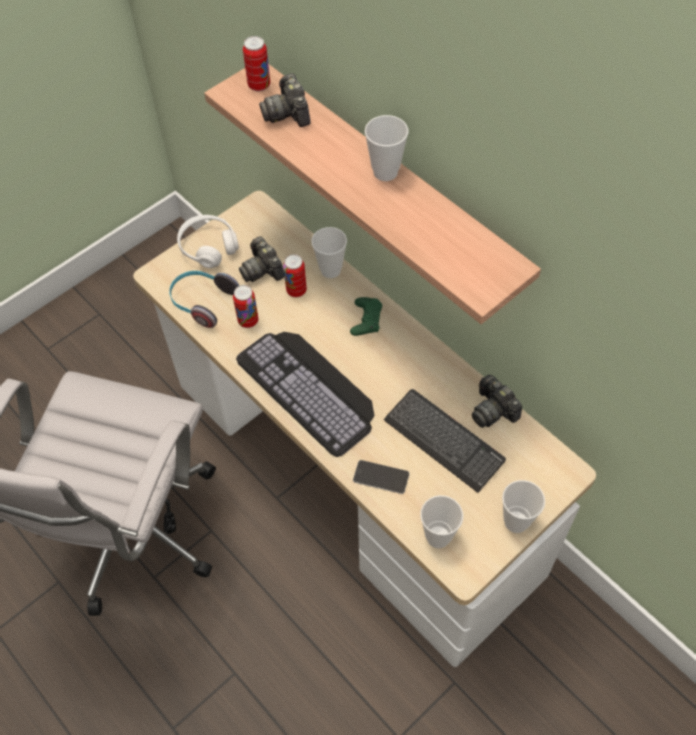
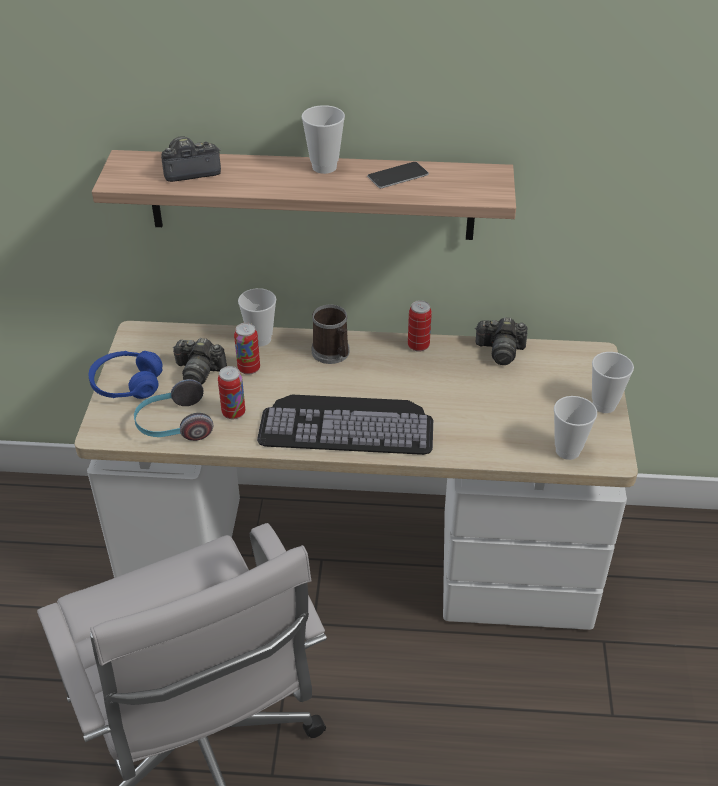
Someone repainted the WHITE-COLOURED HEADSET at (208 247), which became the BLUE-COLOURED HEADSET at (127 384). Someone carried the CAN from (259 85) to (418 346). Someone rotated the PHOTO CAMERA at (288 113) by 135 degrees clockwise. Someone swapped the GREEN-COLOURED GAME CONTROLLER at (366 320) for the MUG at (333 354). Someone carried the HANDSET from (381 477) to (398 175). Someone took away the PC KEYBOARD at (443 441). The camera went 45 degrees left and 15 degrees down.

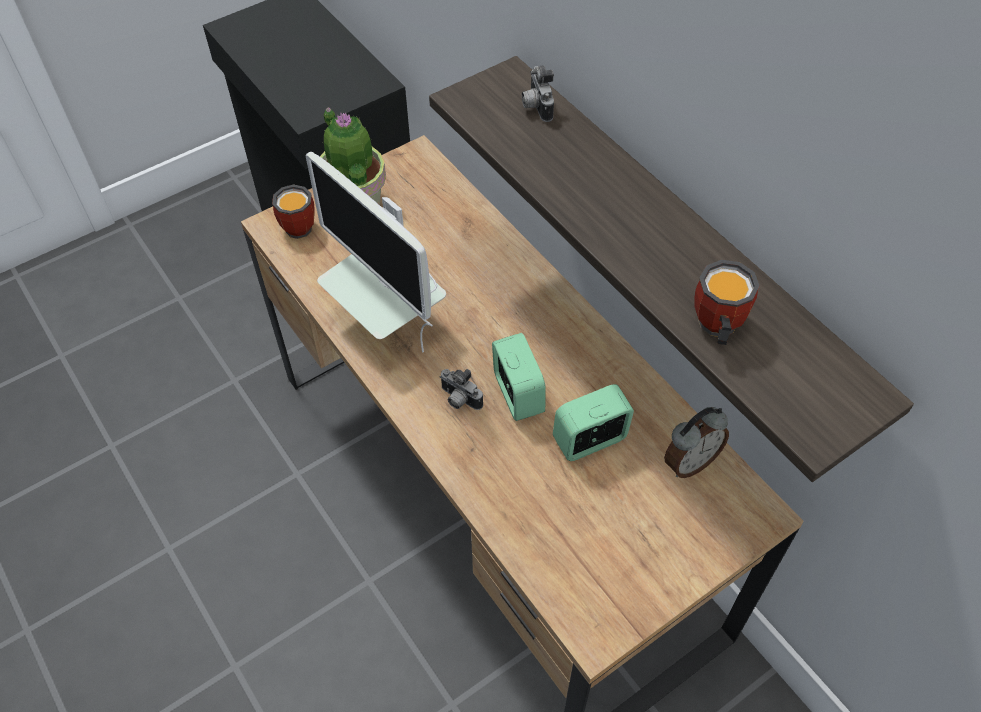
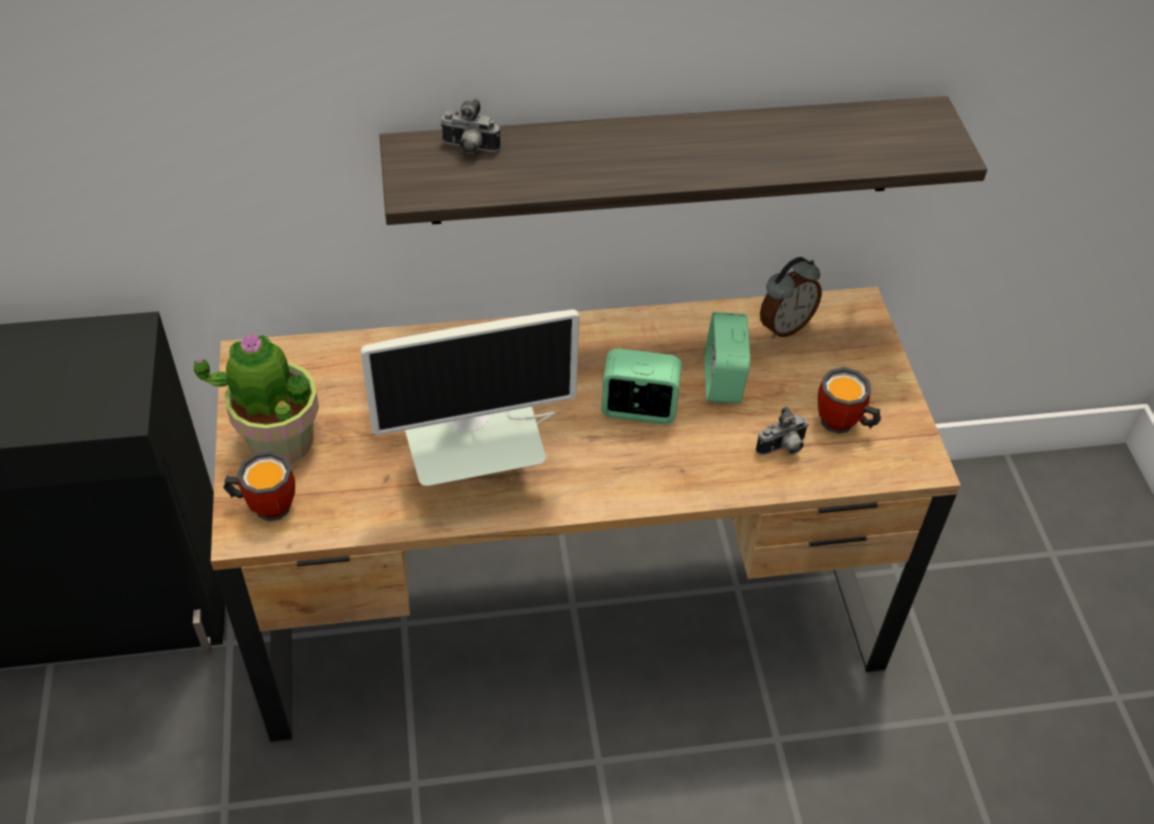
Someone carried the PHOTO CAMERA from (459 400) to (783 448). Someone rotated the TABLE CLOCK at (689 462) by 60 degrees clockwise. Someone carried the MUG from (714 328) to (841 425). The camera went 65 degrees left and 5 degrees down.

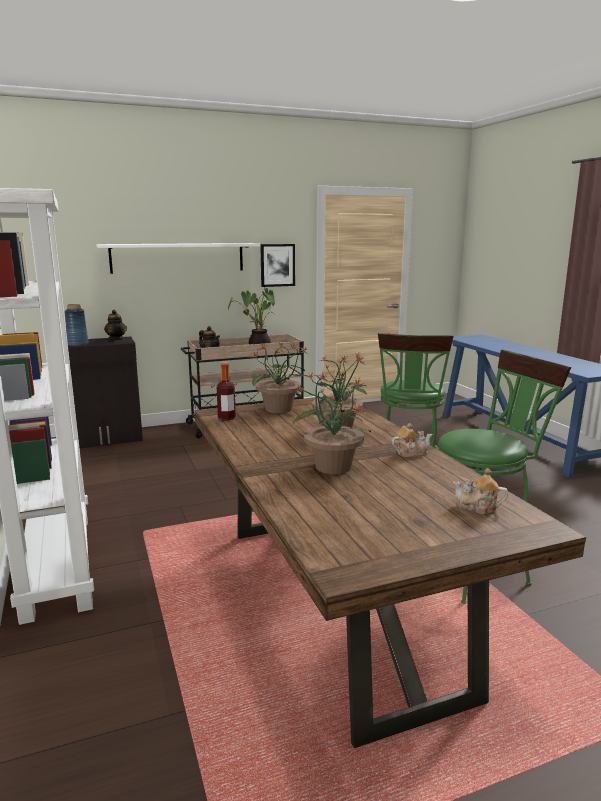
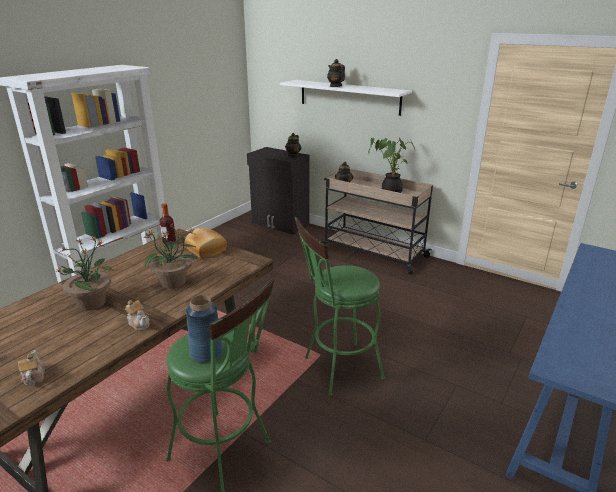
Someone carried the BLUE-COLOURED FLOWER VASE from (78 344) to (206 353). Someone swapped the HOUSEPLANT at (279 409) for the BAKED BREAD at (205 250). Someone took away the PICTURE at (277 265). Someone put down the TEAPOT at (335 86). The camera went 55 degrees right and 10 degrees up.

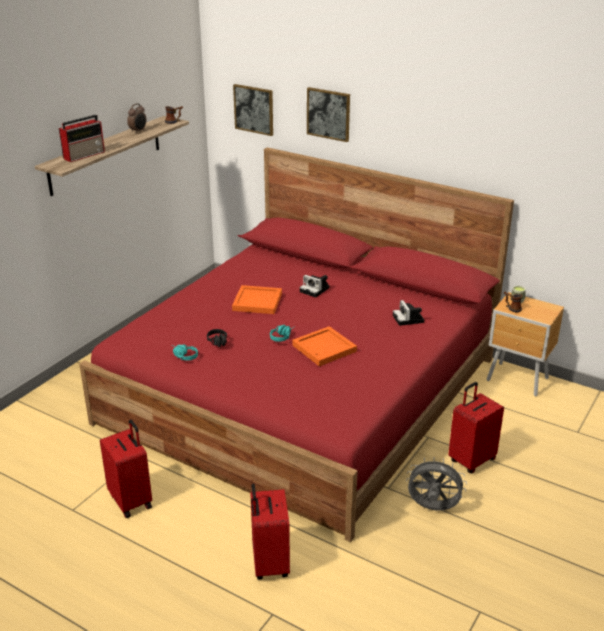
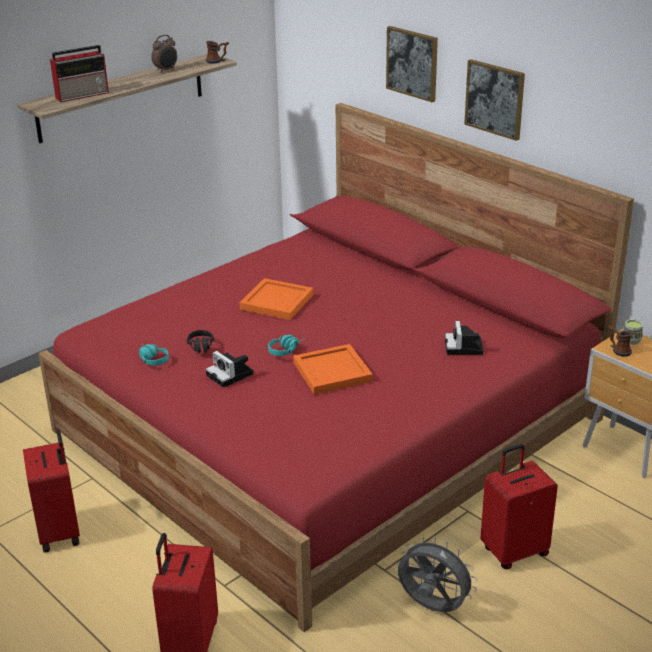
Someone carried the PICTURE from (254 109) to (495 99). Someone carried the PHOTO CAMERA from (315 290) to (231 375). The camera went 15 degrees right and 0 degrees up.

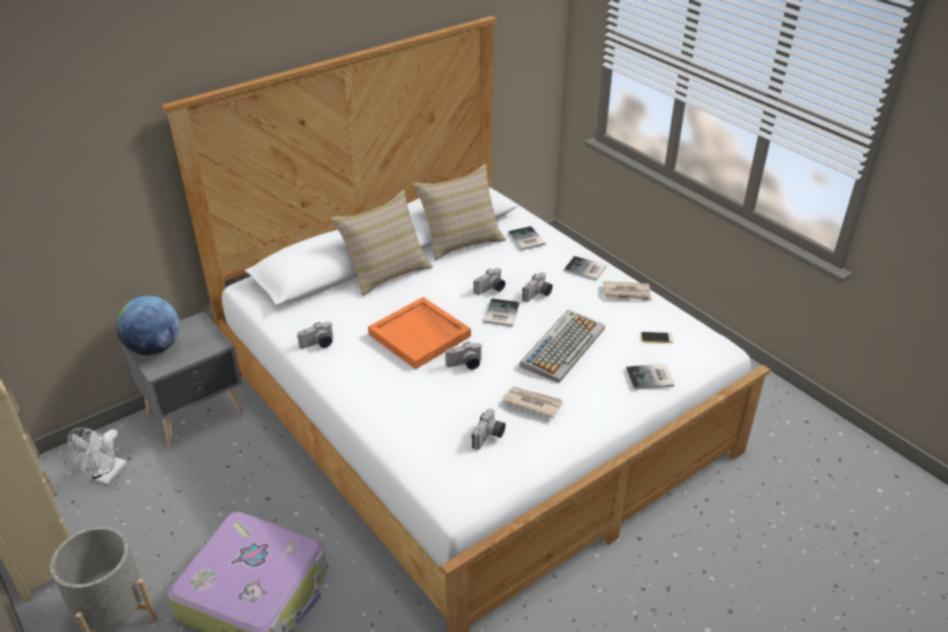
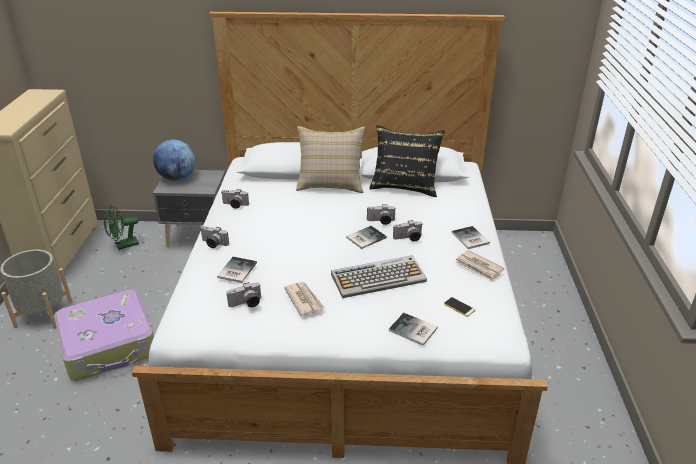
Someone repainted the WHITE-COLOURED ELECTRIC FAN at (106 476), which became the GREEN-COLOURED ELECTRIC FAN at (123 245). Someone took away the ORANGE TRAY at (420 335). Someone repainted the BEIGE-COLOURED CUSHION at (461 240), which became the BLACK CUSHION at (405 185). Someone carried the PHOTO CAMERA from (465 365) to (213 244). Someone carried the VOLUME from (526 239) to (235 270). The camera went 40 degrees right and 5 degrees down.

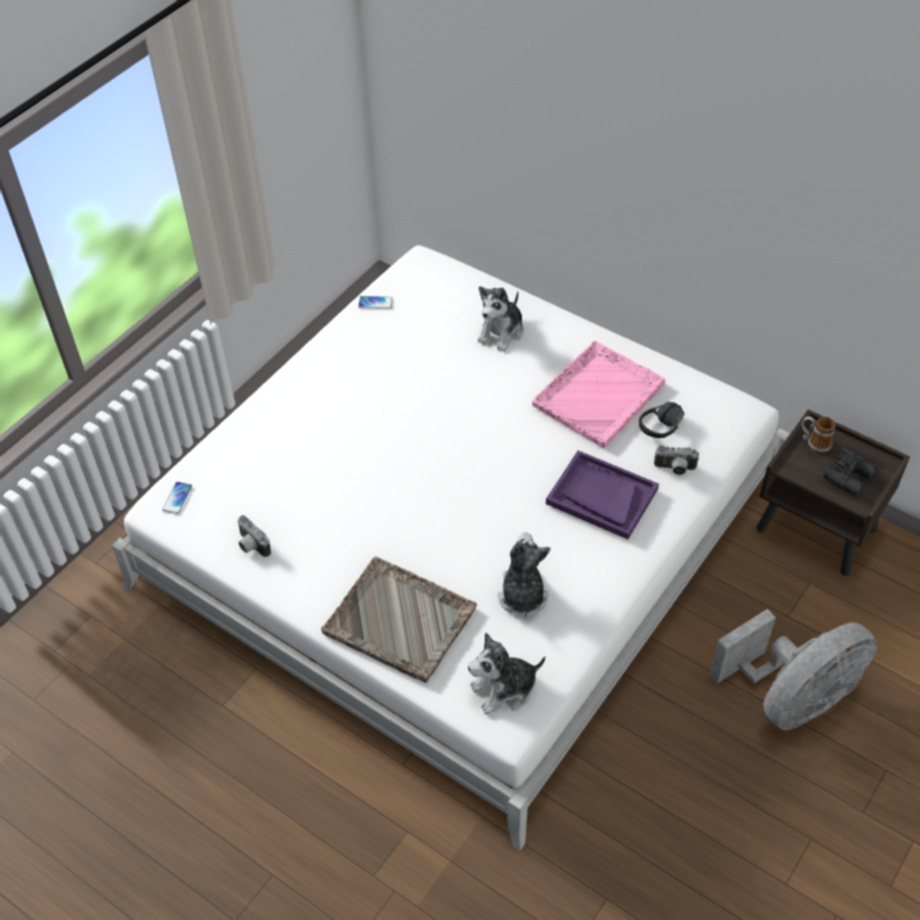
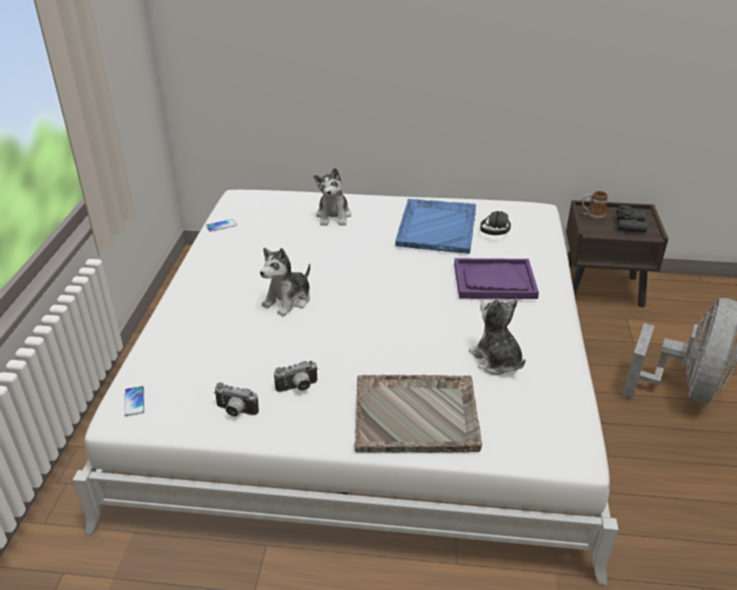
Someone carried the SOFT TOY from (504 689) to (288 300). Someone repainted the PINKISH TRAY at (599 394), which became the BLUE-COLOURED TRAY at (437 227). Someone carried the PHOTO CAMERA from (675 469) to (298 388). The camera went 30 degrees left and 15 degrees down.

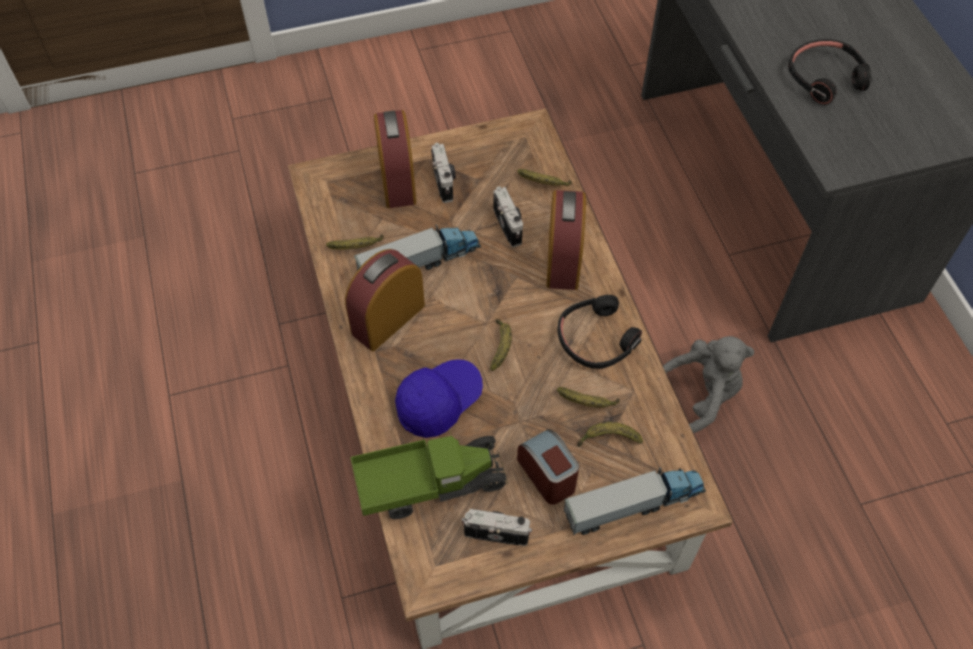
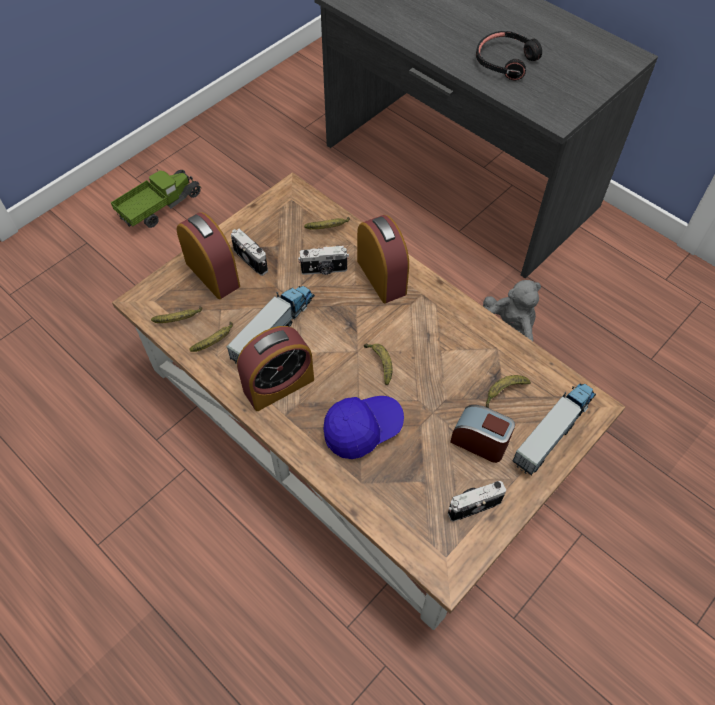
Someone rotated the TABLE CLOCK at (388 319) by 135 degrees counterclockwise. Someone carried the TOY LORRY from (429 483) to (160 207). Someone rotated the BLUE-COLOURED CAP at (438 402) by 45 degrees clockwise. Someone rotated the PHOTO CAMERA at (509 225) by 135 degrees clockwise. Someone carried the BANANA from (587 403) to (179 320). Someone took away the BLACK HEADSET at (596 339). The camera went 30 degrees left and 0 degrees up.

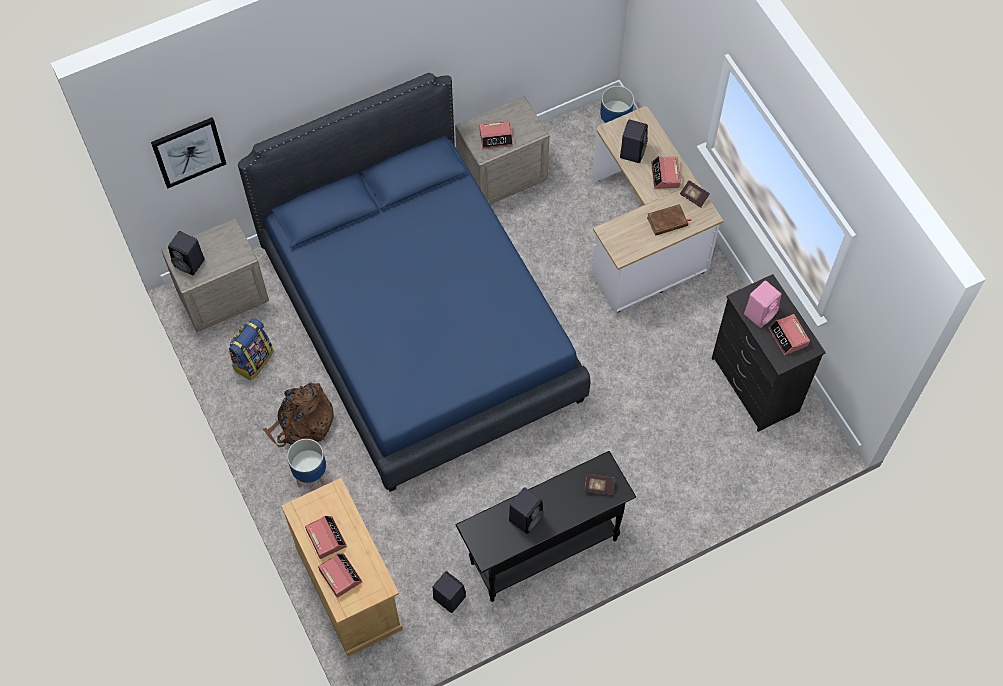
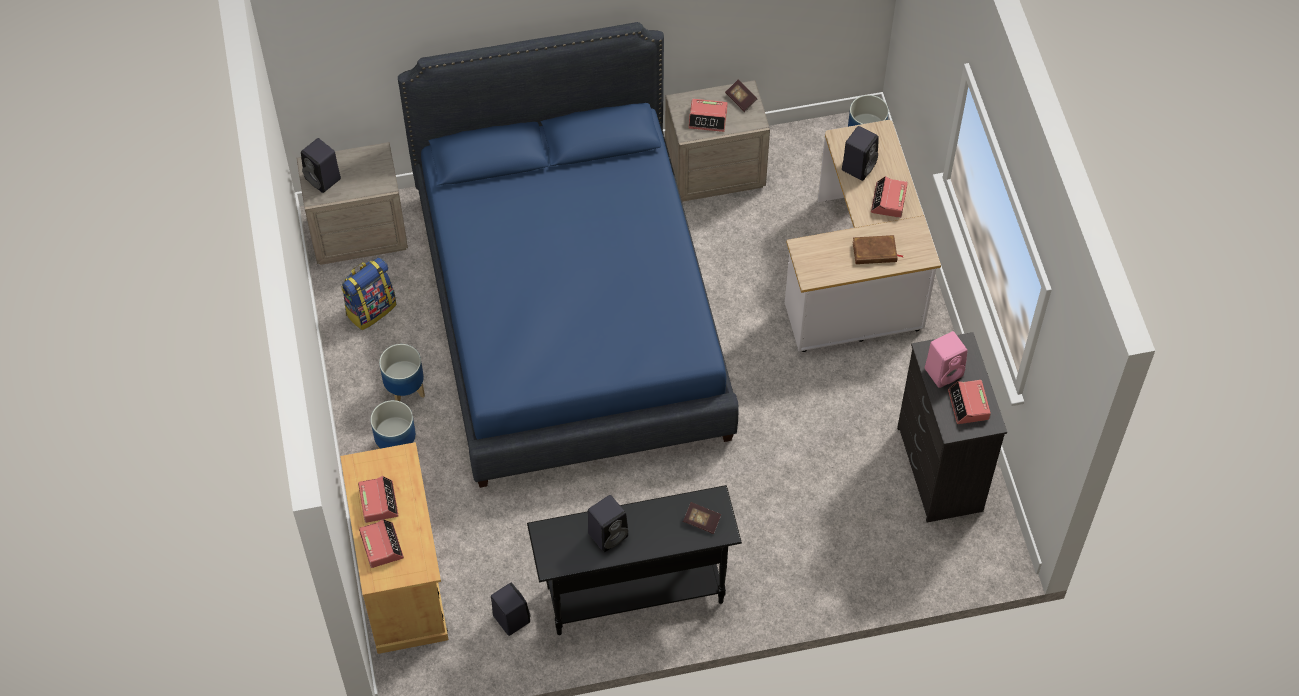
Someone took away the PICTURE at (188 152). Someone swapped the BROWN-COLOURED RUCKSACK at (302 423) for the FLOWER POT at (405 390). Someone carried the VOLUME from (694 197) to (741 99). The camera went 15 degrees right and 5 degrees down.

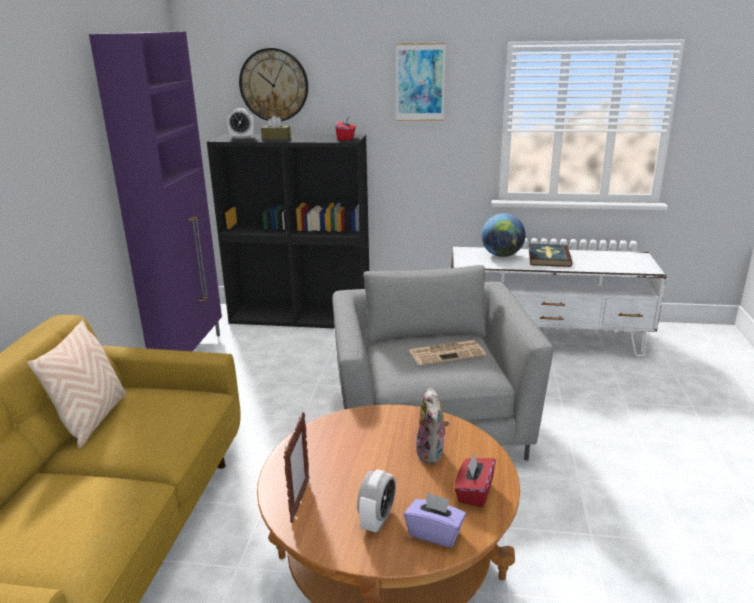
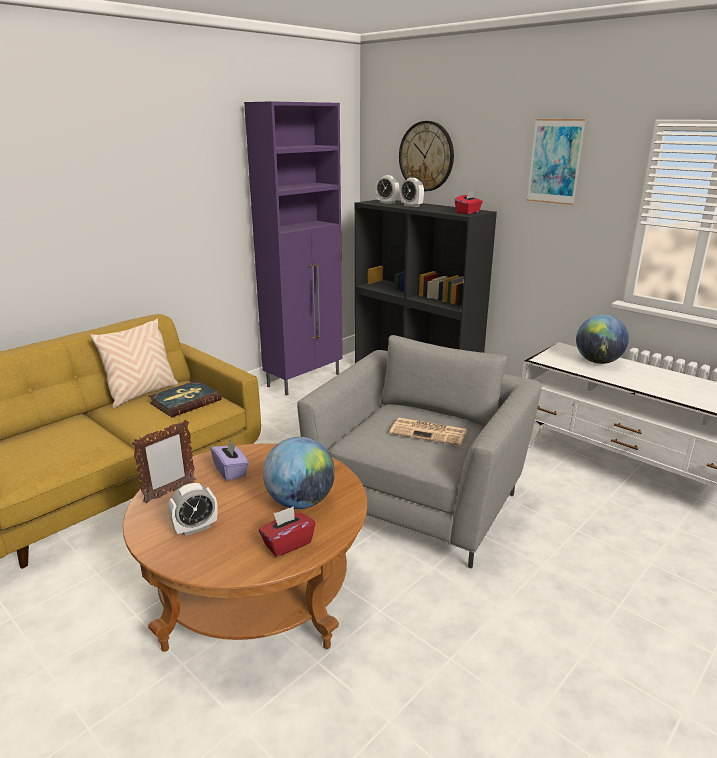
Someone swapped the BROWN-COLOURED TISSUE HOLDER at (276 138) for the TABLE CLOCK at (411 206). Someone carried the PURPLE-COLOURED TISSUE HOLDER from (435 533) to (231 471). Someone swapped the SOFT TOY at (432 453) for the DESK GLOBE at (300 502). Someone carried the VOLUME from (548 258) to (185 401). The camera went 35 degrees right and 0 degrees up.

